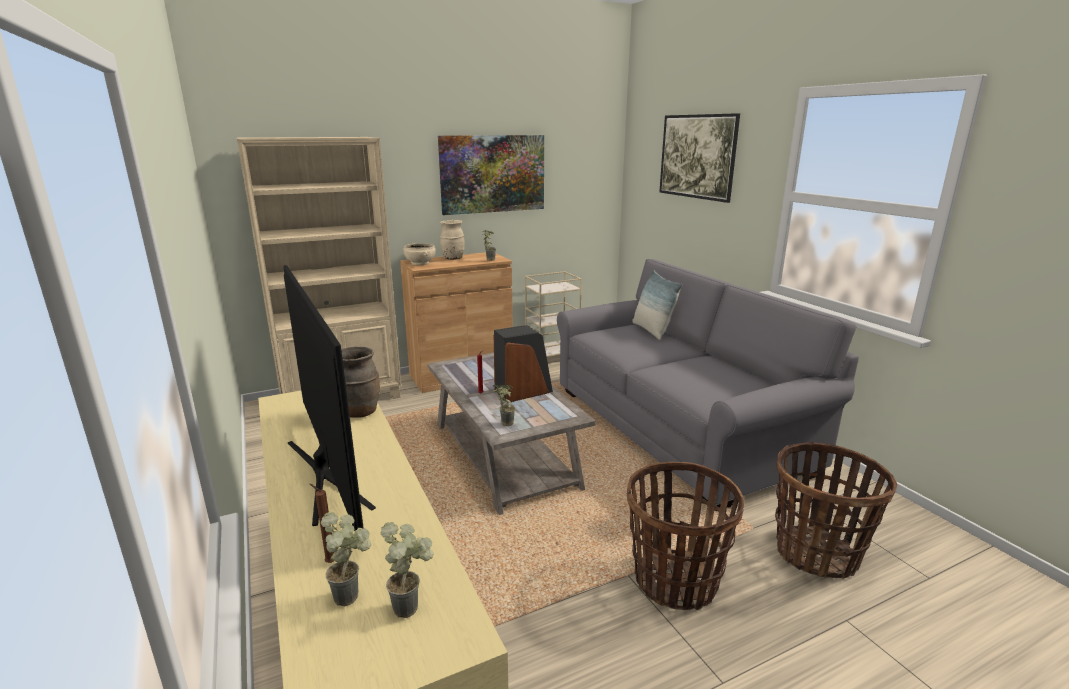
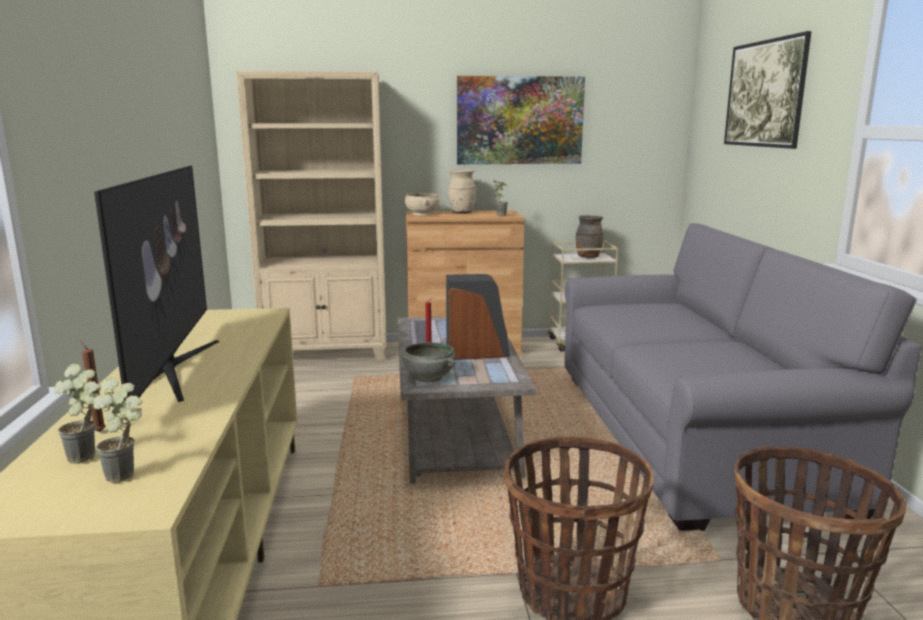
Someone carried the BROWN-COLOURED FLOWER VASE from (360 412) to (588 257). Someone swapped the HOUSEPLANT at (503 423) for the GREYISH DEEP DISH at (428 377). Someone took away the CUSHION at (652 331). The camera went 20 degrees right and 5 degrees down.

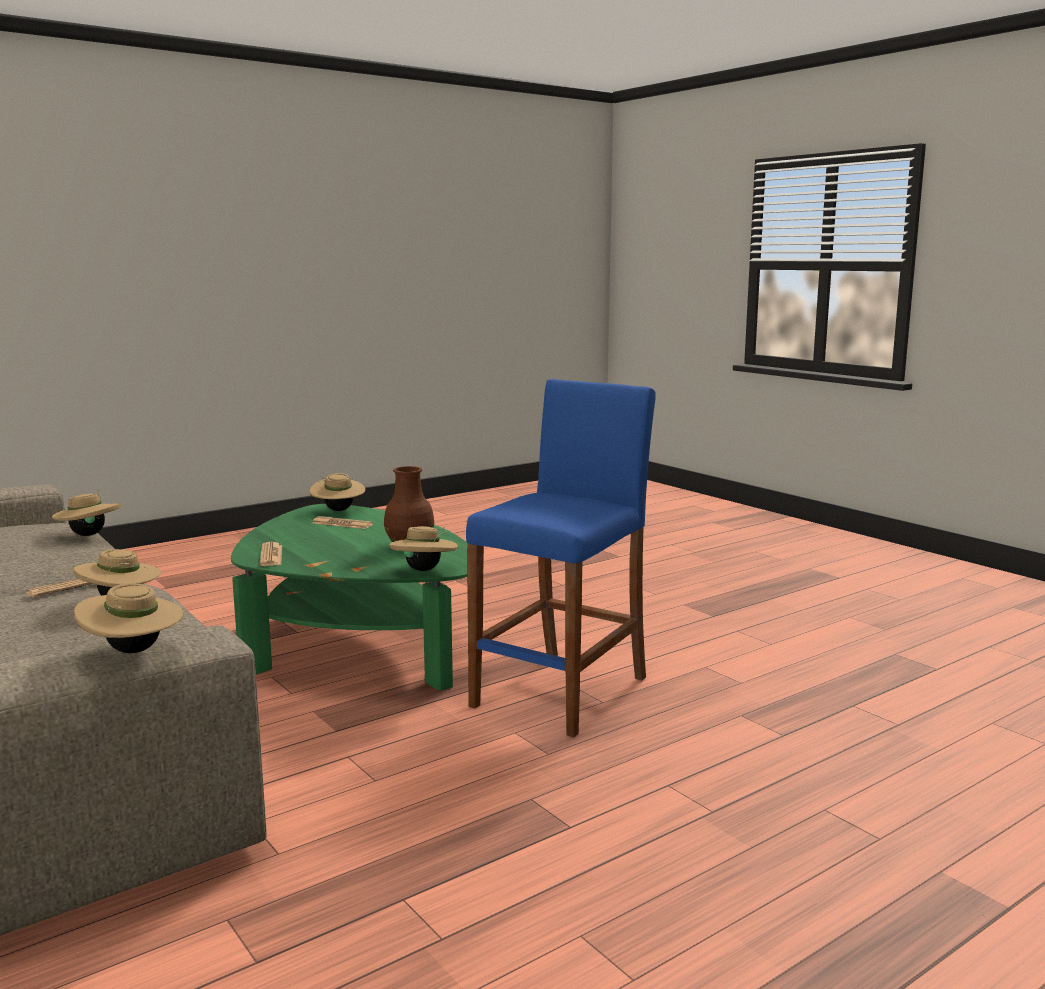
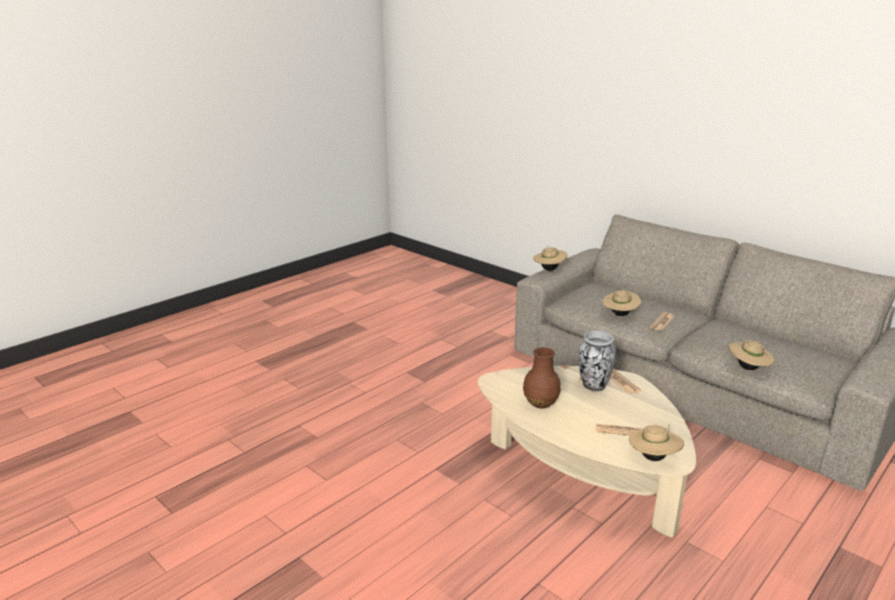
Someone repainted the GREEN-COLOURED LOUNGE TABLE at (356 645), which became the BEIGE-COLOURED LOUNGE TABLE at (582 477). Someone took away the BEIGE-COLOURED HAT at (424 570). Someone took away the BLUE-COLOURED STOOL SEAT at (561 692). Someone put down the FLOWER VASE at (593 386). The camera went 170 degrees right and 10 degrees up.

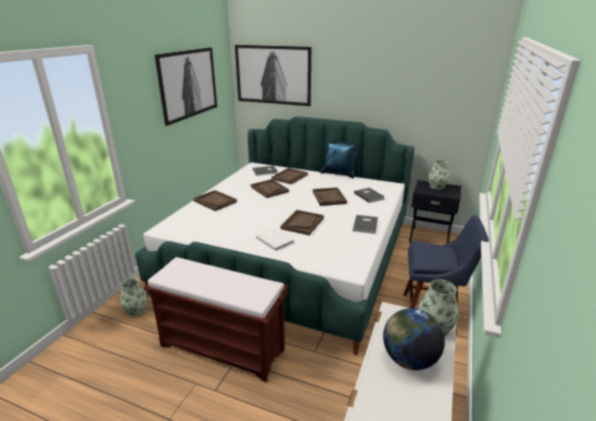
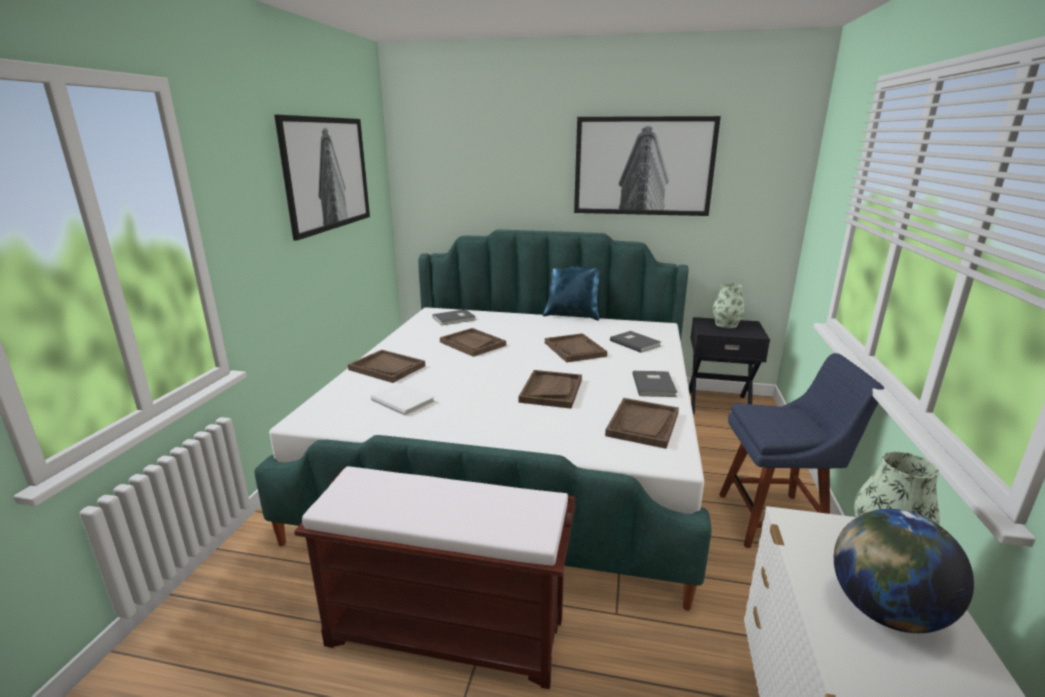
Someone took away the FLOWER VASE at (136 310). Someone carried the PICTURE from (273 75) to (643 166). Someone carried the WHITE-COLOURED VOLUME from (275 240) to (403 400). Someone carried the BROWN-COLOURED TRAY from (289 177) to (643 424). The camera went 10 degrees left and 5 degrees down.

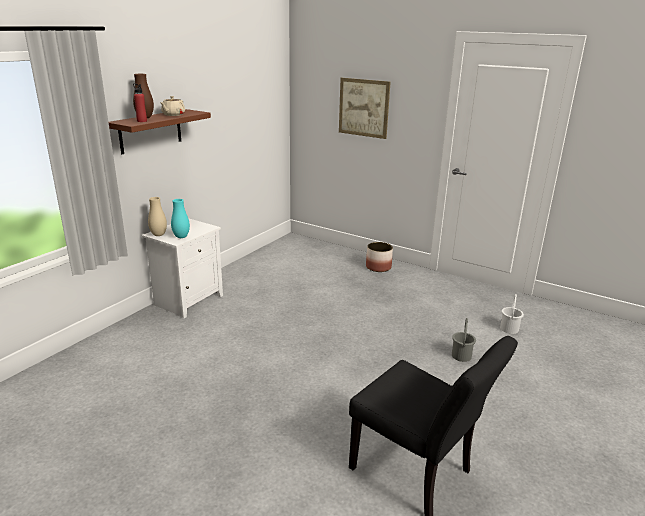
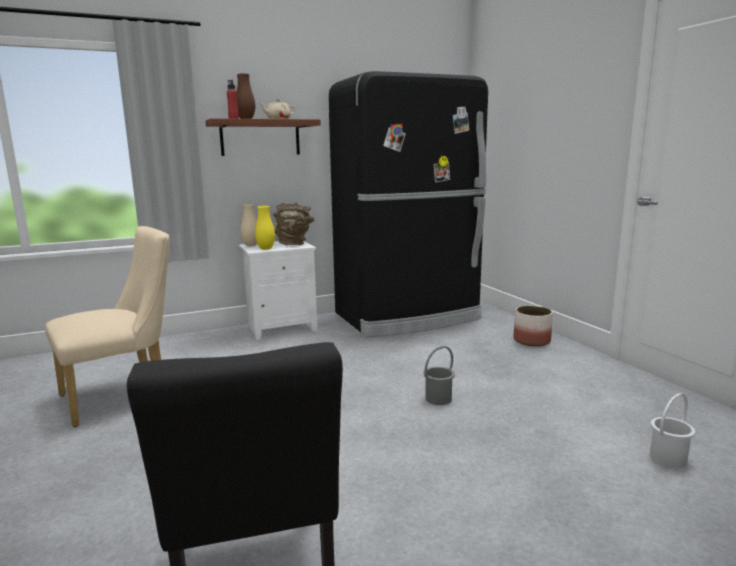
Someone repainted the BLUE-GREEN FLOWER VASE at (181 237), which became the YELLOW-COLOURED FLOWER VASE at (266 249). Someone took away the PICTURE at (363 108). Someone carried the GREYISH BUCKET from (461 356) to (439 399). Someone put down the BEIGE-COLOURED UPRIGHT CHAIR at (124 395). Someone put down the BROWN-COLOURED FLOWER VASE at (294 244). Someone put down the BLACK FRIDGE at (408 317). The camera went 35 degrees right and 10 degrees down.

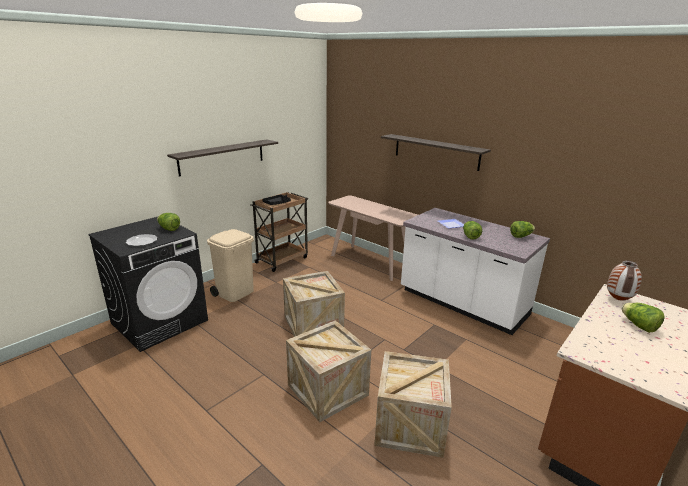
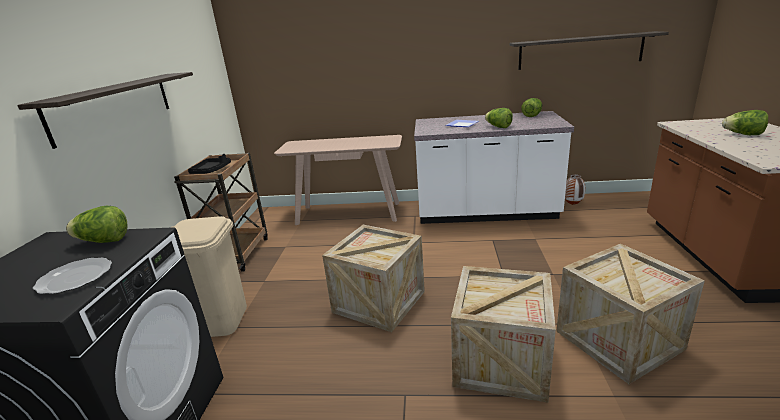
Someone carried the WALL SHELF from (436 151) to (580 51). Someone carried the FLOWER VASE from (617 299) to (572 204). The camera went 35 degrees left and 0 degrees up.

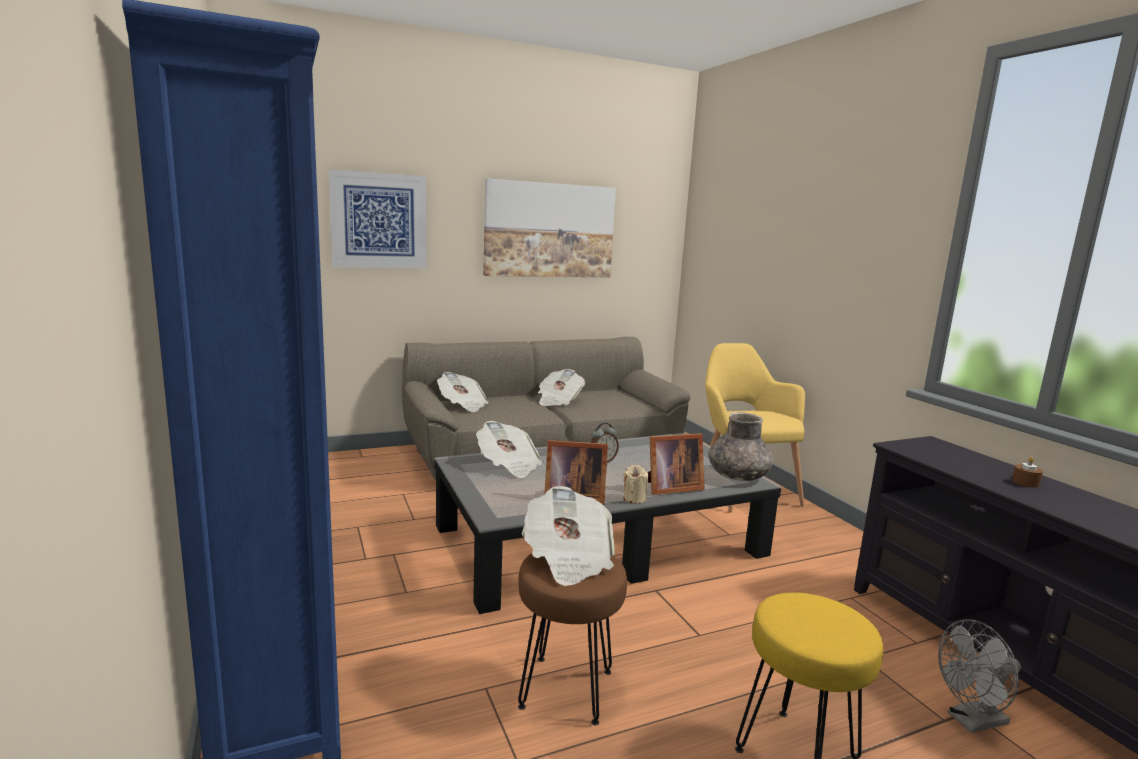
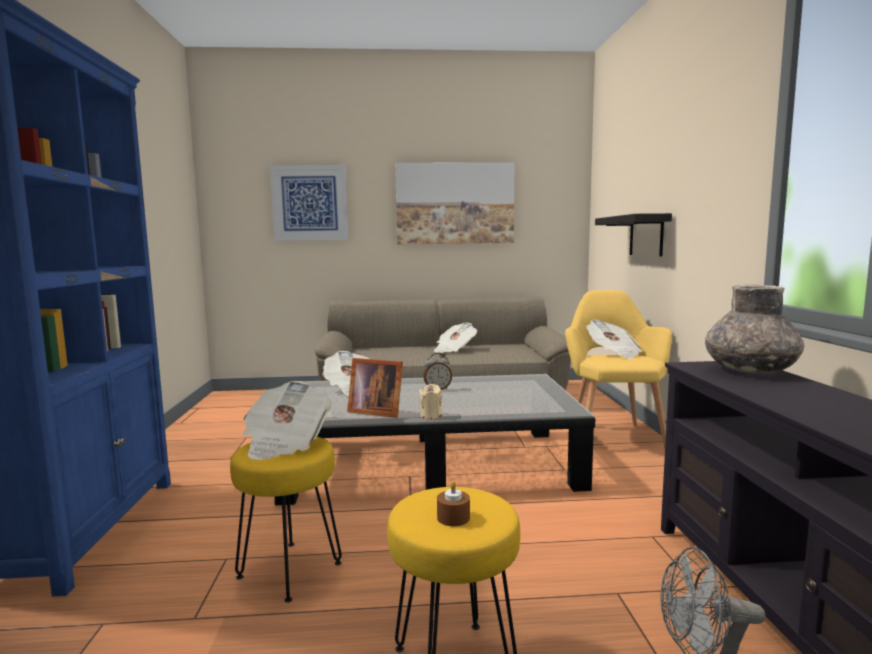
Someone carried the NEWSPAPER from (463 405) to (613 353). Someone repainted the BROWN-COLOURED STOOL SEAT at (565 688), which became the YELLOW-COLOURED STOOL SEAT at (290 569). Someone took away the PICTURE FRAME at (670 488). Someone carried the GREYISH FLOWER VASE from (738 476) to (750 371). Someone carried the BROWN-COLOURED WAX LIGHT from (1025 482) to (453 517). Someone put up the BLACK WALL SHELF at (646 235). The camera went 20 degrees right and 5 degrees down.

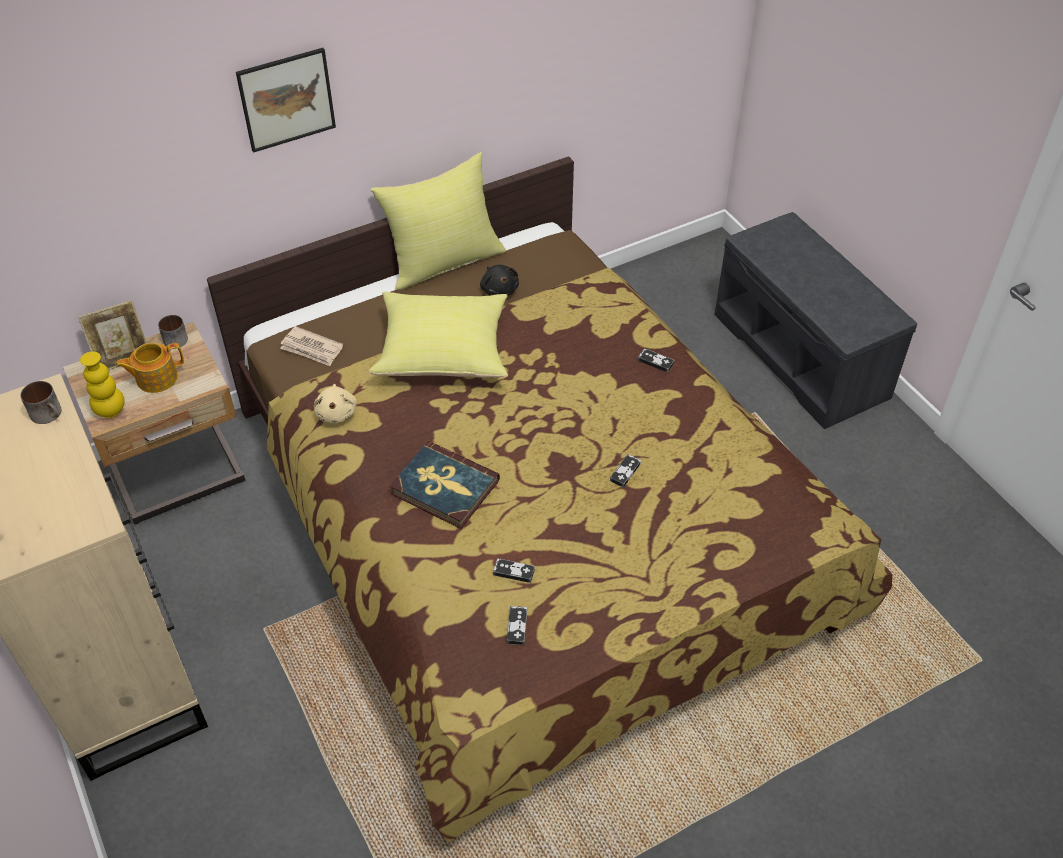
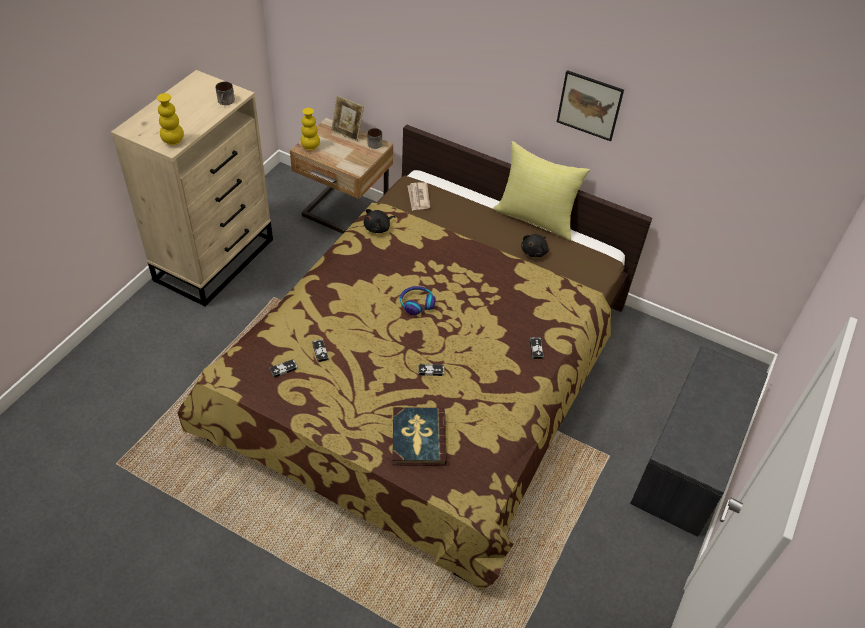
Someone took away the TEAPOT at (155 378). Someone carried the PICTURE from (286 99) to (589 105). Someone repainted the BEIGE-COLOURED SOFT TOY at (336 412), which became the BLACK SOFT TOY at (378 228). Someone took away the YELLOW-COLOURED CUSHION at (444 352). Someone carried the VOLUME from (444 487) to (418 438). Someone put down the YELLOW-COLOURED FLOWER VASE at (173 141). Someone put down the HEADSET at (416 303). The camera went 55 degrees right and 0 degrees up.

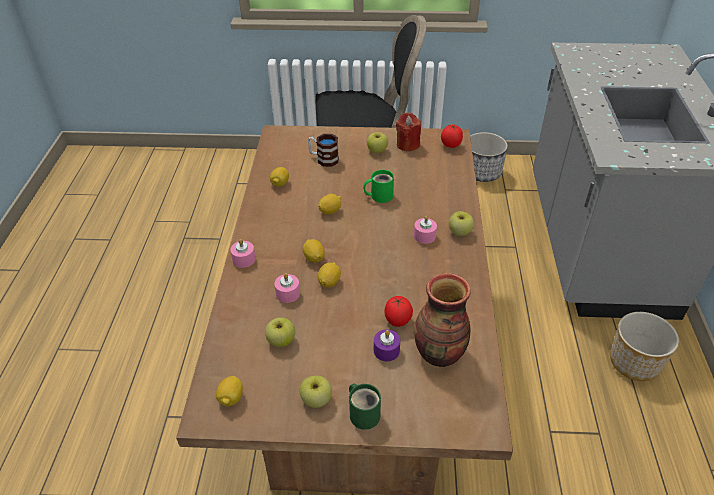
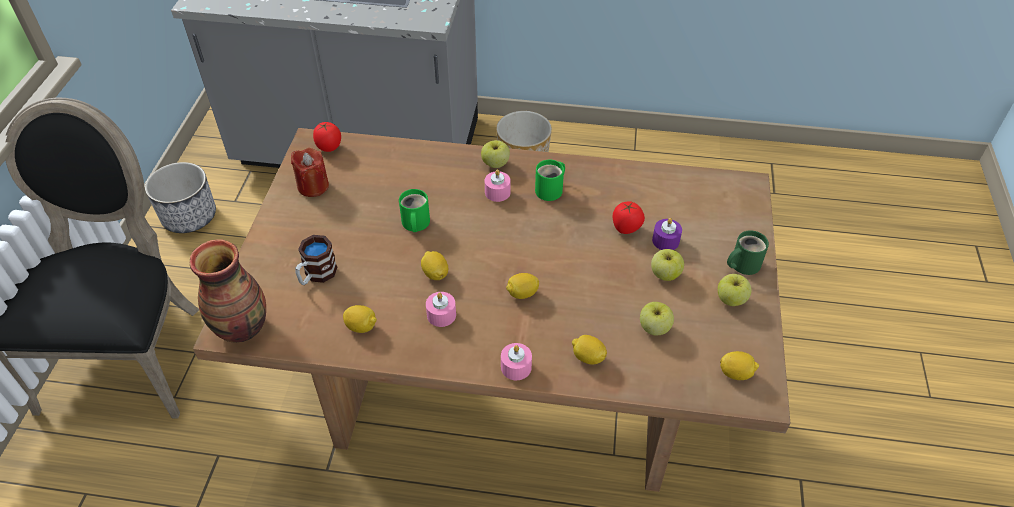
Someone carried the PINKISH WAX LIGHT from (288 293) to (441 315). Someone carried the WHOLE LEMON from (329 282) to (588 357). Someone carried the APPLE from (377 150) to (665 274). Someone carried the FLOWER VASE from (439 354) to (243 327). Someone put down the GREEN-COLOURED MUG at (551 190). The camera went 85 degrees left and 5 degrees up.

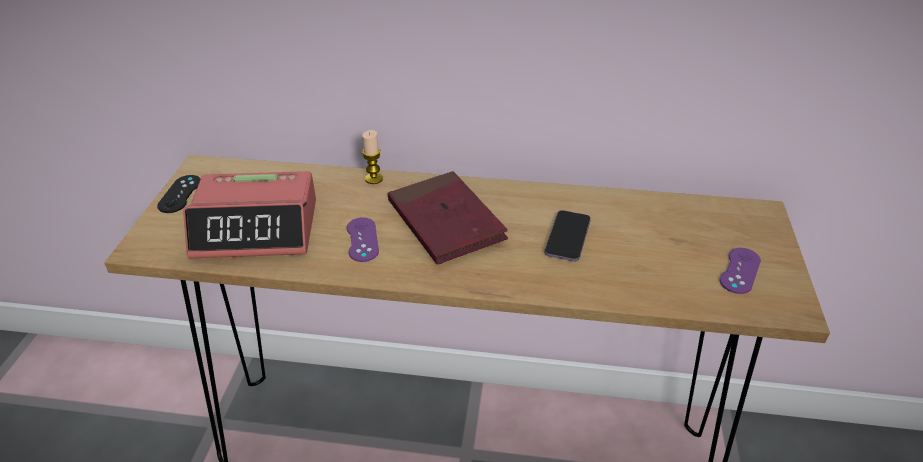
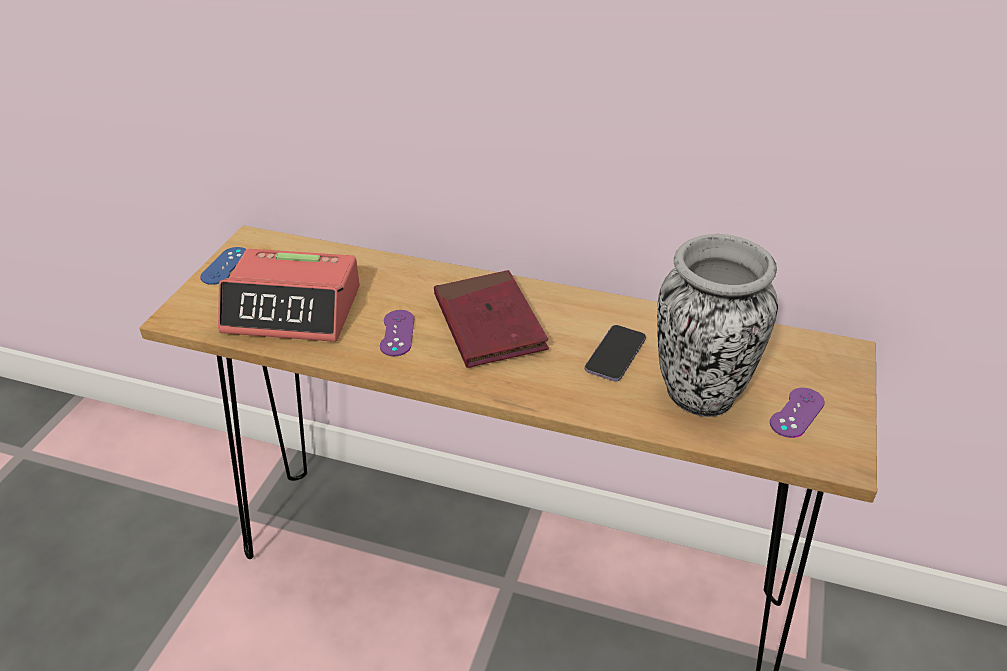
Someone repainted the BLACK GAME CONTROLLER at (180 194), which became the BLUE-COLOURED GAME CONTROLLER at (225 266). Someone took away the WAX LIGHT at (374 179). Someone put down the FLOWER VASE at (700 395). The camera went 10 degrees right and 0 degrees up.

